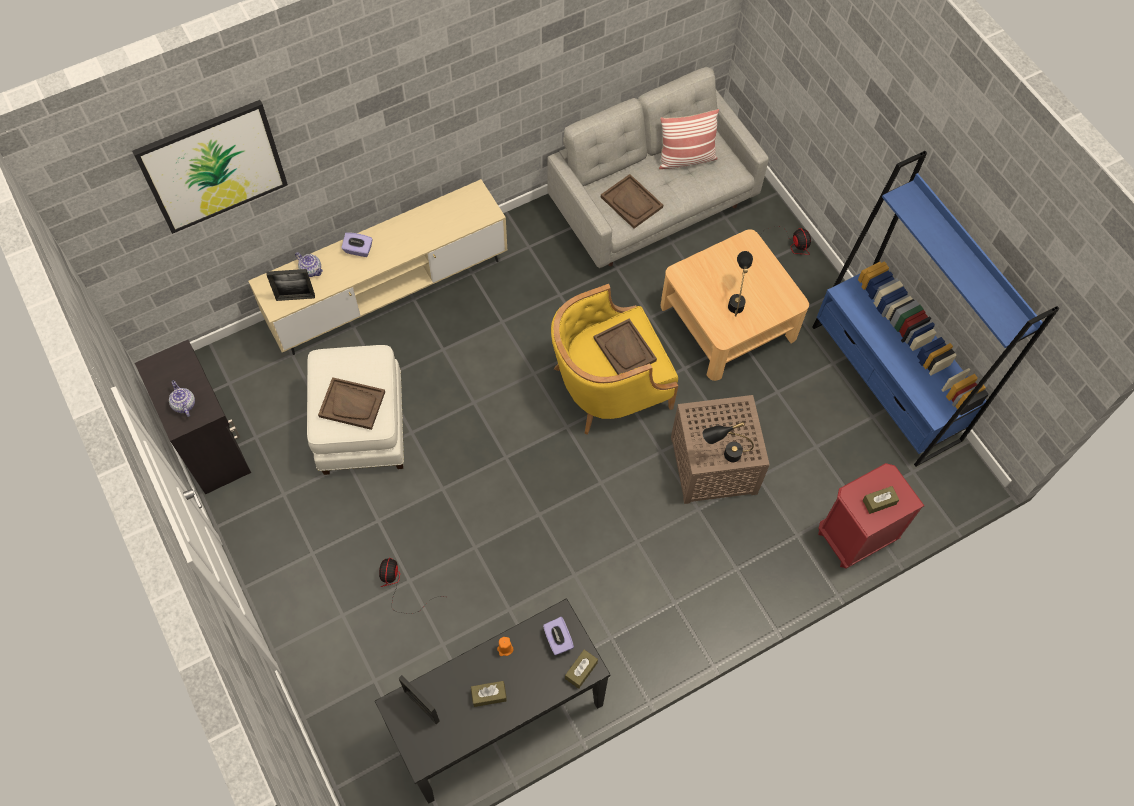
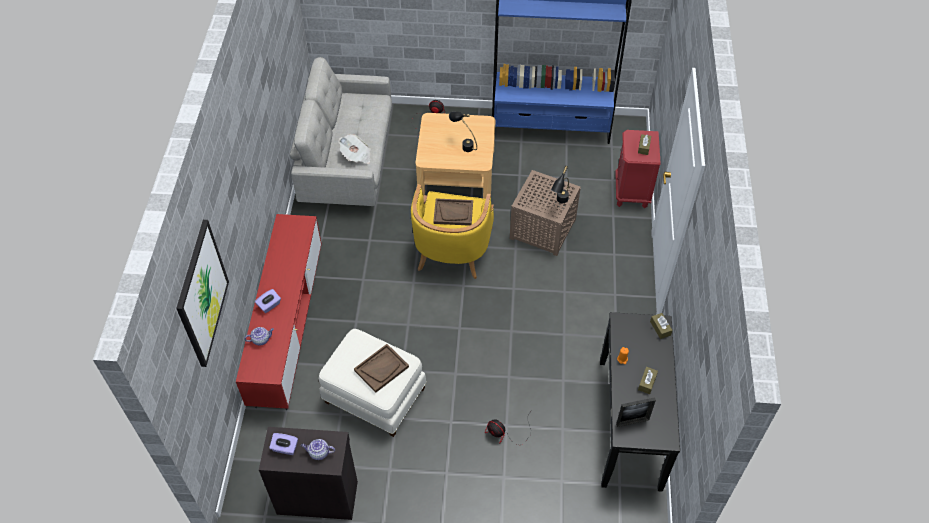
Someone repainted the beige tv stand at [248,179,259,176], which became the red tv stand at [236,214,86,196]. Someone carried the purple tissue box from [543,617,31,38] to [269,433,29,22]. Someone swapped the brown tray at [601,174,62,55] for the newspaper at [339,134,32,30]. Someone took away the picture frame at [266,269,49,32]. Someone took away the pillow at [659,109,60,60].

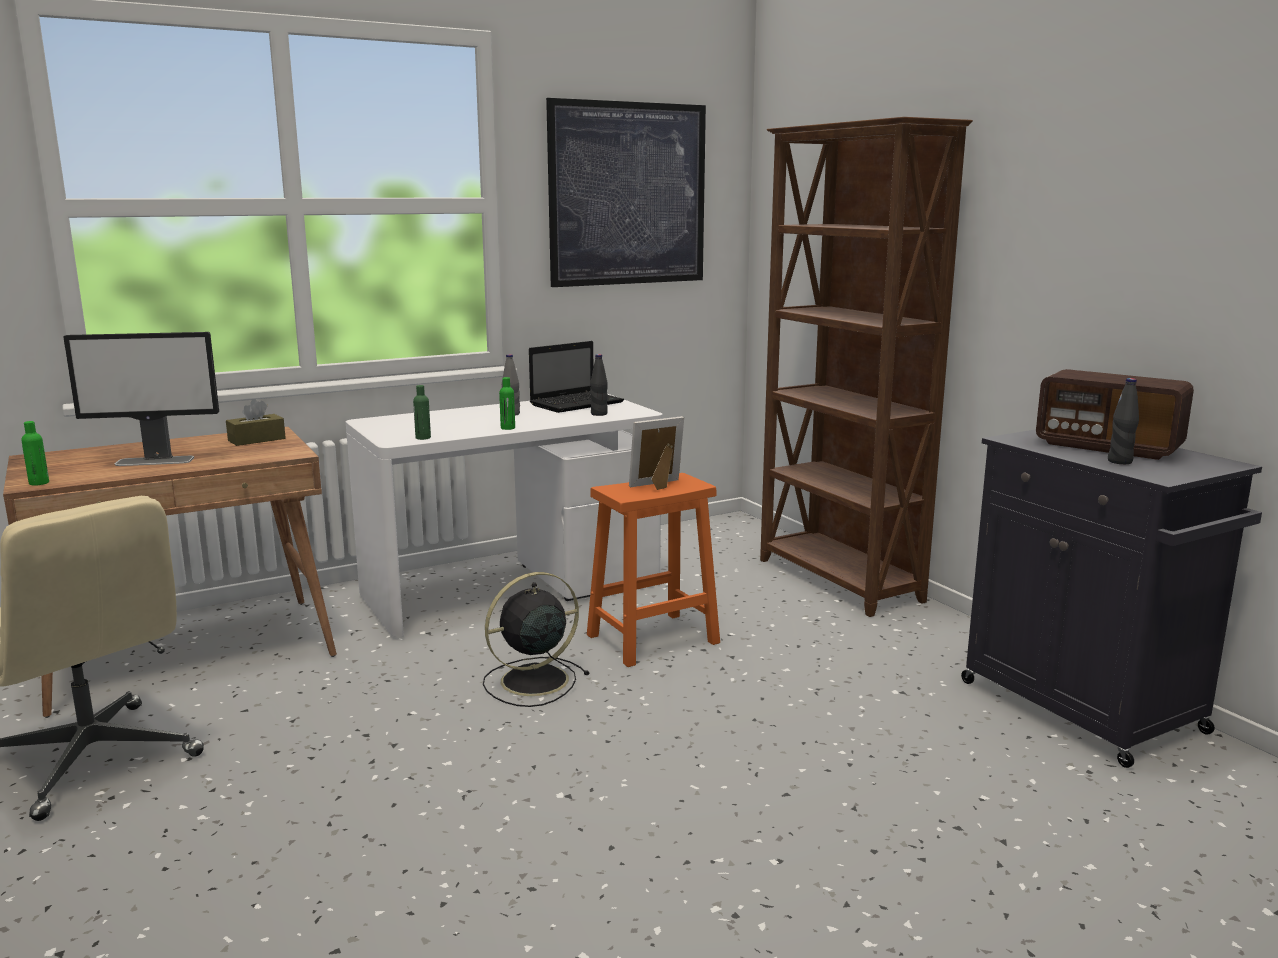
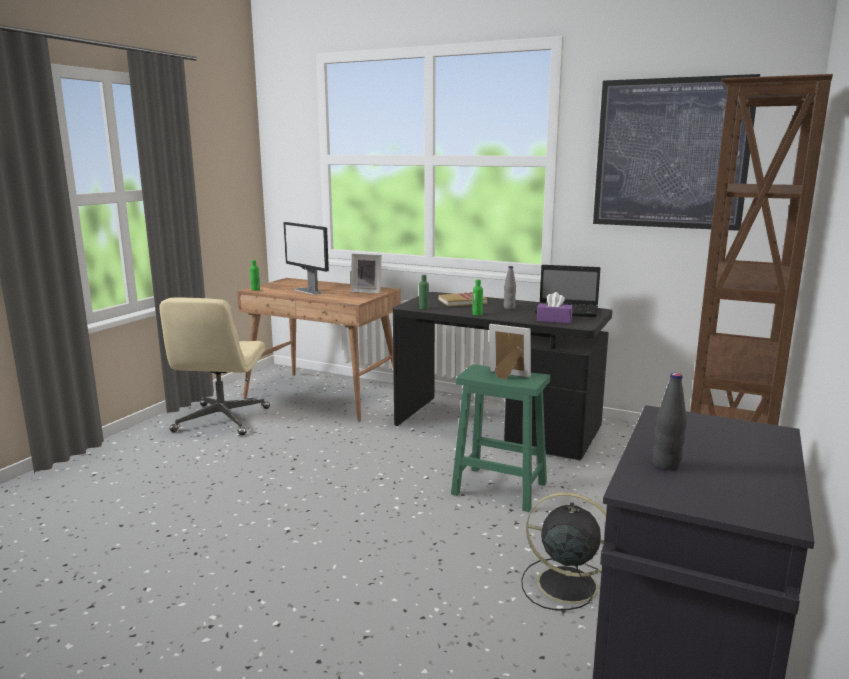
Someone swapped the brown tissue box at [226,399,60,47] for the picture frame at [351,254,31,40]. Someone repainted the white desk at [346,394,316,243], which became the black desk at [393,292,219,169]. Someone put down the book at [438,292,49,15]. Someone repainted the orange stool at [587,473,133,194], which became the green stool at [451,364,99,148]. Someone carried the black fan from [483,572,107,135] to [521,492,85,118]. Someone swapped the black bottle at [590,354,18,62] for the purple tissue box at [537,292,36,31]. Someone took away the radio at [1036,369,158,91].

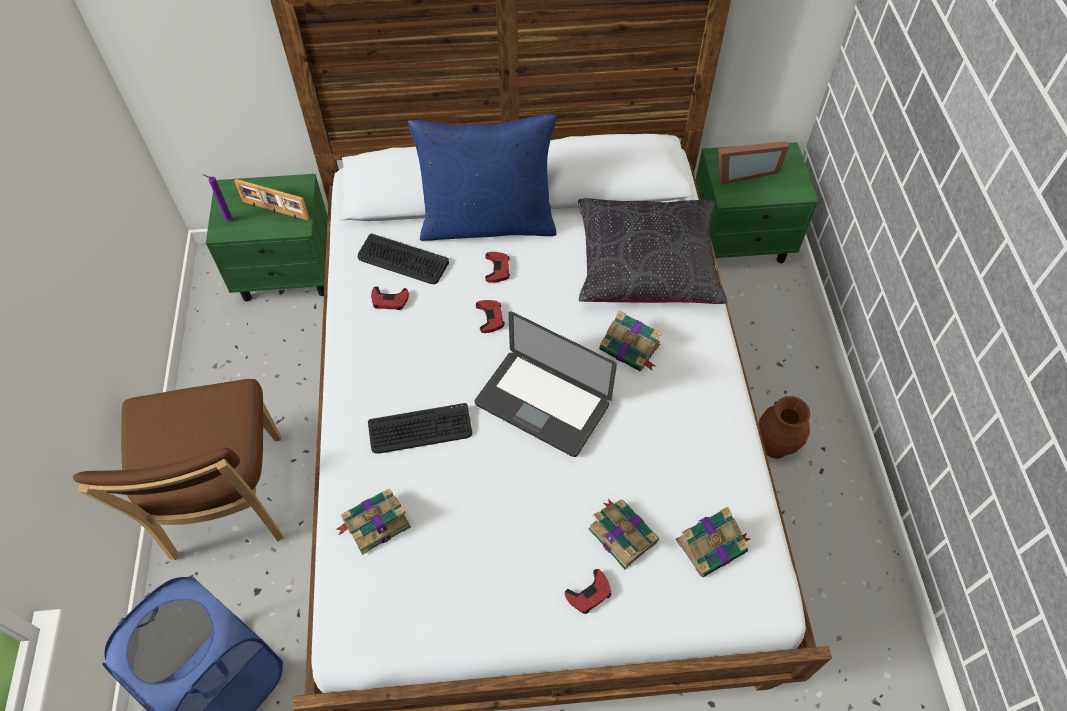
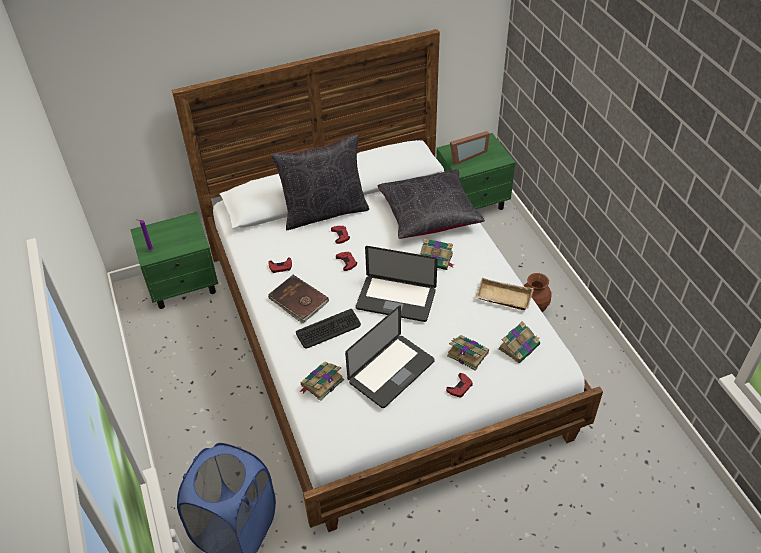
Someone put down the brown book at [268,275,61,48]. Someone repainted the blue pillow at [408,114,149,127], which became the black pillow at [271,135,98,95]. Someone put down the laptop at [345,305,90,103]. Someone put down the beige tray at [475,278,59,32]. Someone took away the brown chair at [73,379,211,181]. Someone took away the picture frame at [234,179,76,42]. Someone took away the keyboard at [358,234,91,50].

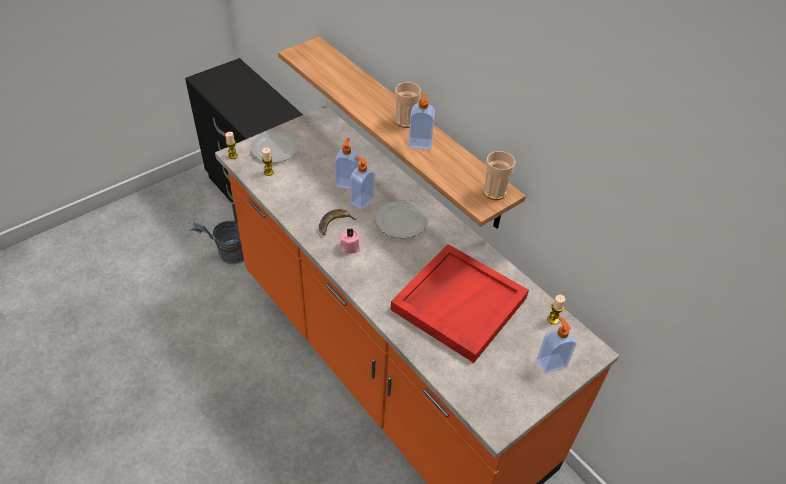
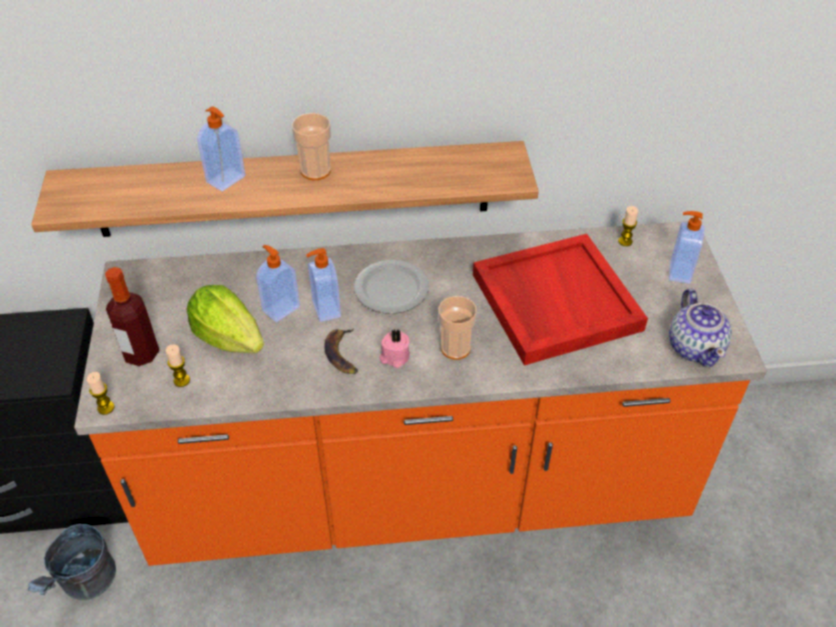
Someone swapped the plate at [251,132,48,31] for the bottle at [105,267,55,99]. Someone put down the lettuce at [187,285,77,68]. Someone carried the soap dispenser from [408,94,27,56] to [197,106,48,85]. Someone carried the cup from [484,151,31,49] to [438,296,39,64]. Someone put down the teapot at [669,289,63,78].

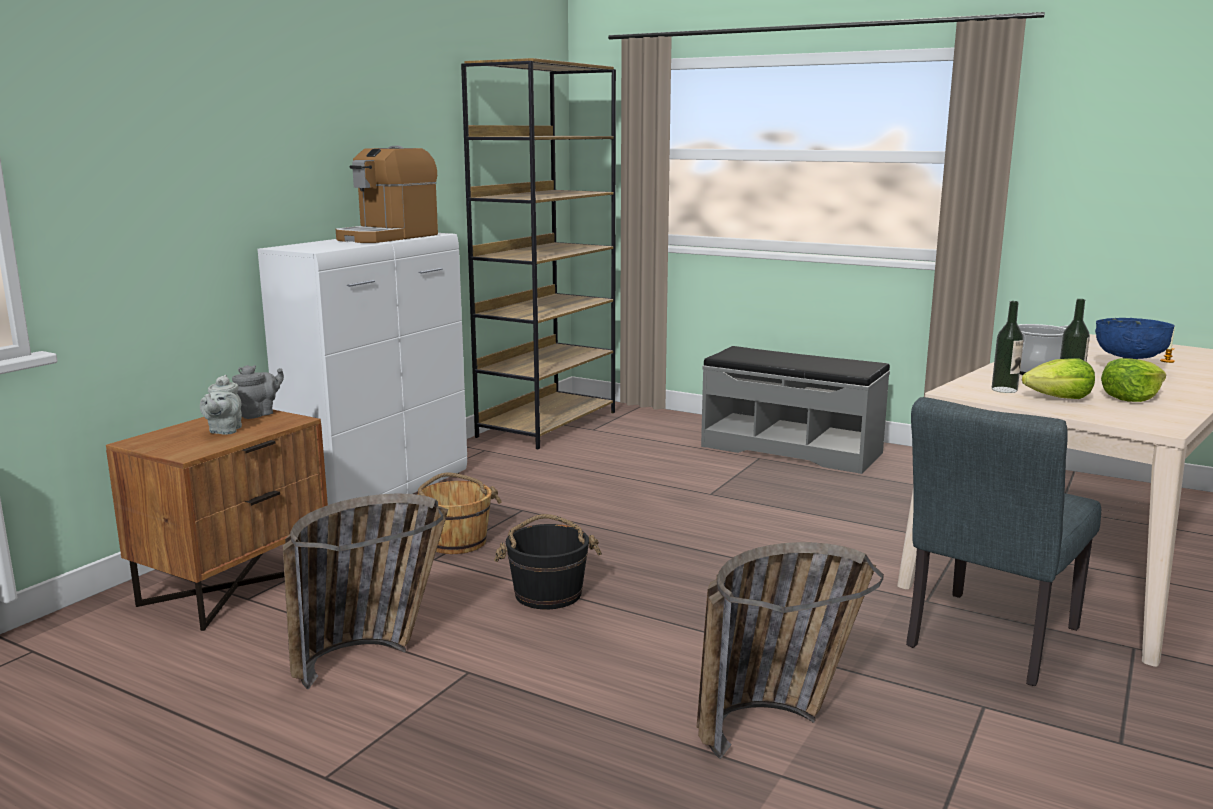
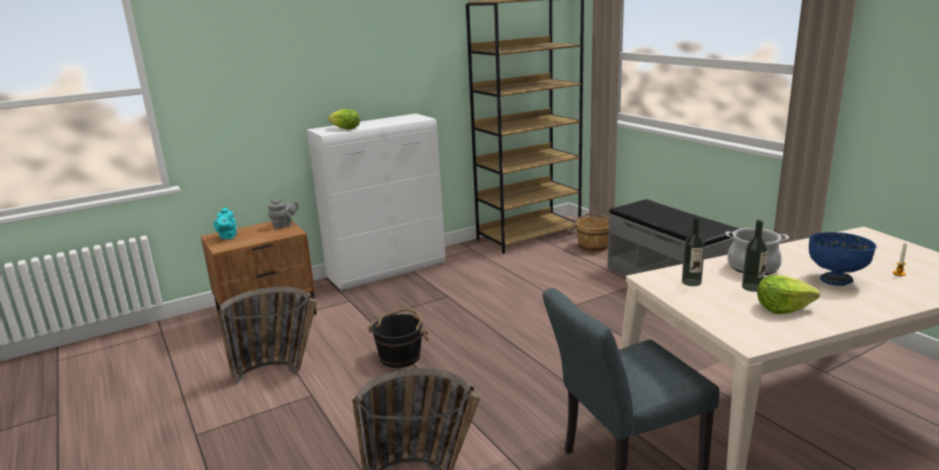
Someone put down the turquoise teapot at [213,207,24,33]. Someone carried the lettuce from [1022,358,73,41] to [328,109,32,21]. Someone carried the brown bucket from [417,473,85,81] to [570,212,39,40]. Someone took away the grey teapot at [200,375,42,60]. Someone took away the coffee machine at [336,146,102,97].

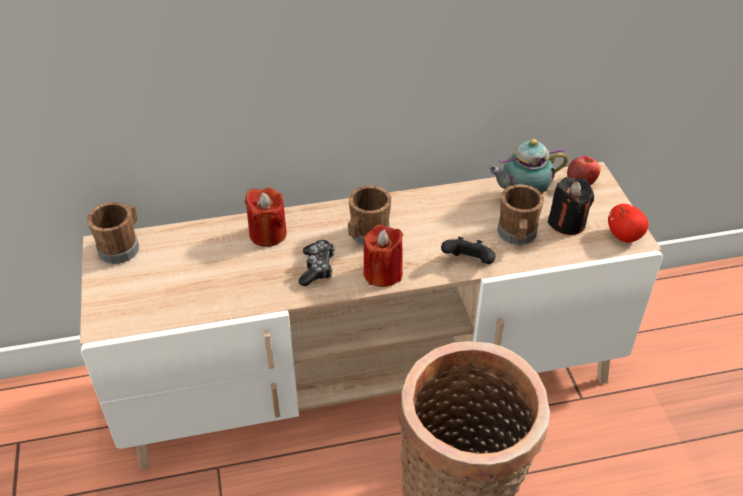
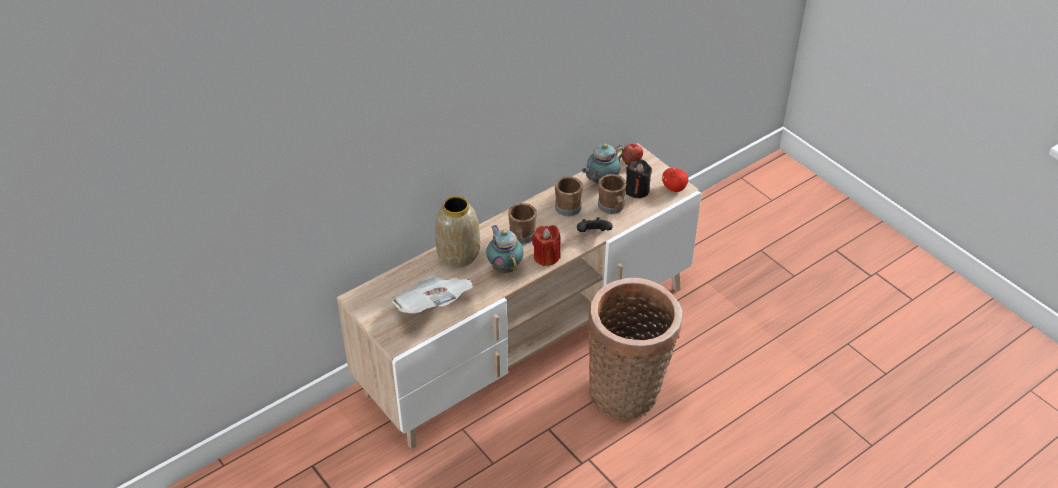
Someone put down the newspaper at [392,275,81,38]. Someone swapped the red candle at [245,188,42,59] for the vase at [435,196,45,72]. Someone swapped the game controller at [299,240,36,46] for the teapot at [486,225,38,48]. Someone carried the brown mug from [87,202,52,62] to [555,176,28,41].

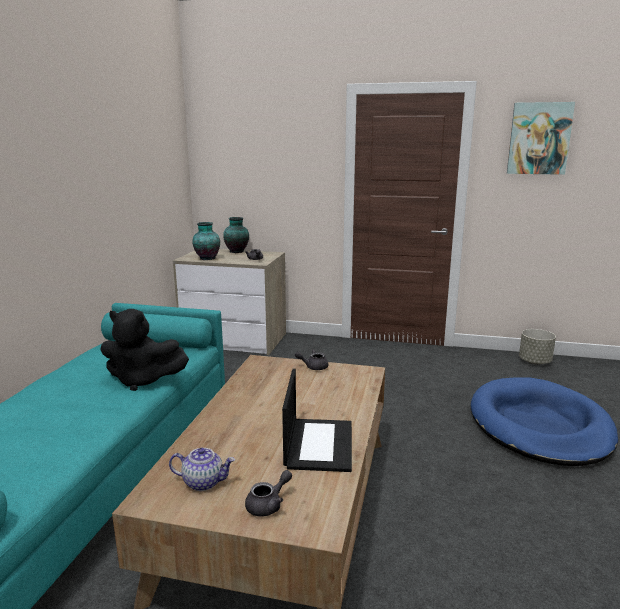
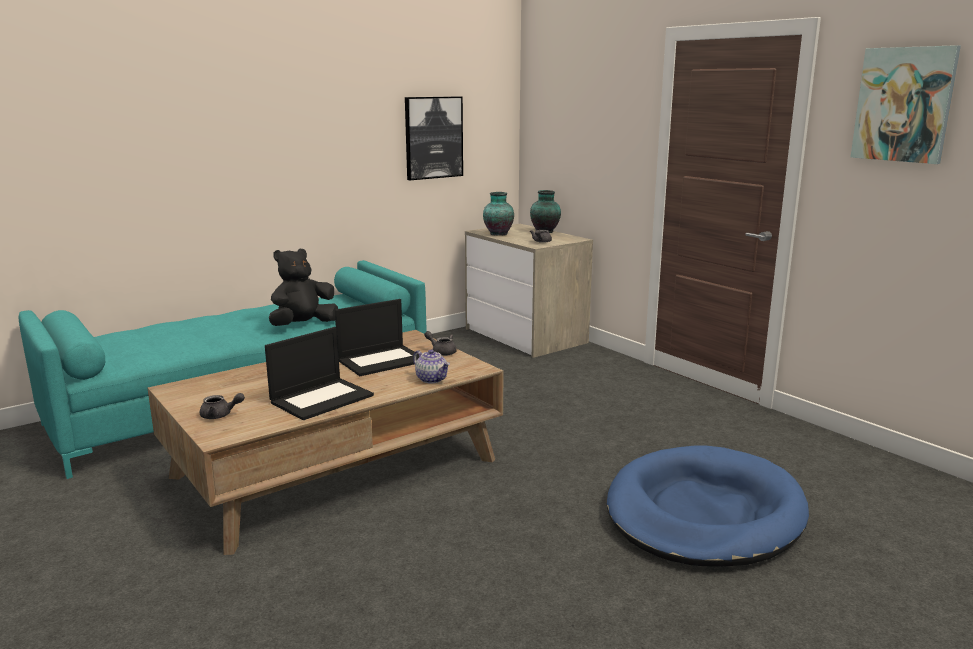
Someone rotated the black plush toy at [101,309,88,82] by 90 degrees clockwise. Someone put down the laptop at [335,299,84,77]. Someone put up the picture at [405,97,58,83]. Someone carried the teapot from [169,448,66,43] to [413,349,37,34]. Someone took away the grey planter at [519,329,37,36].

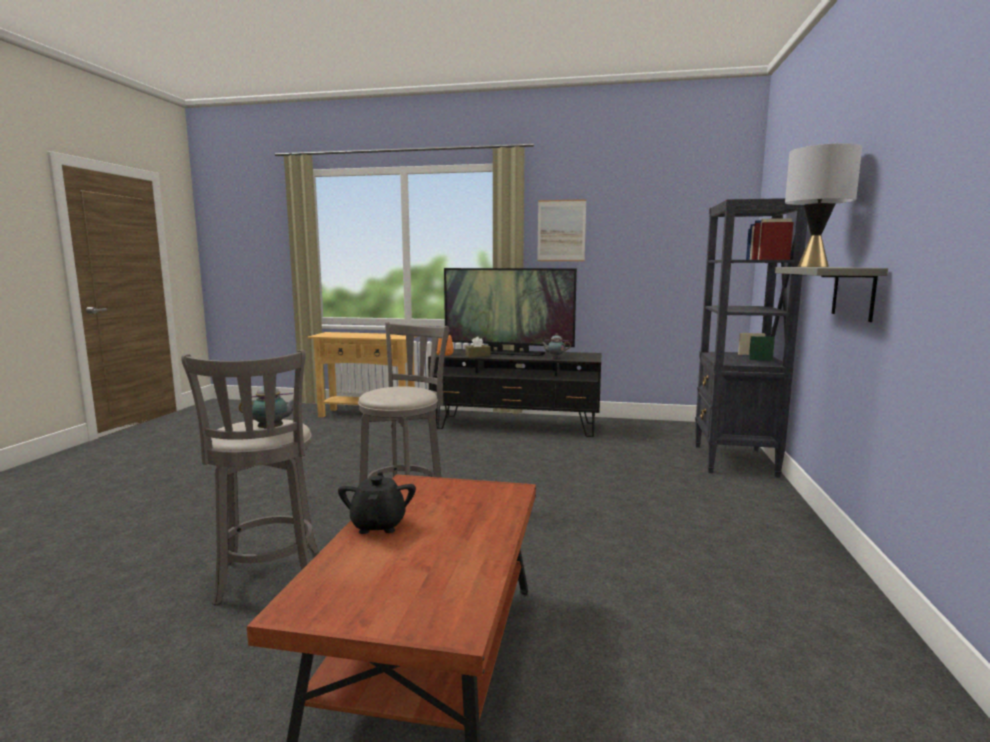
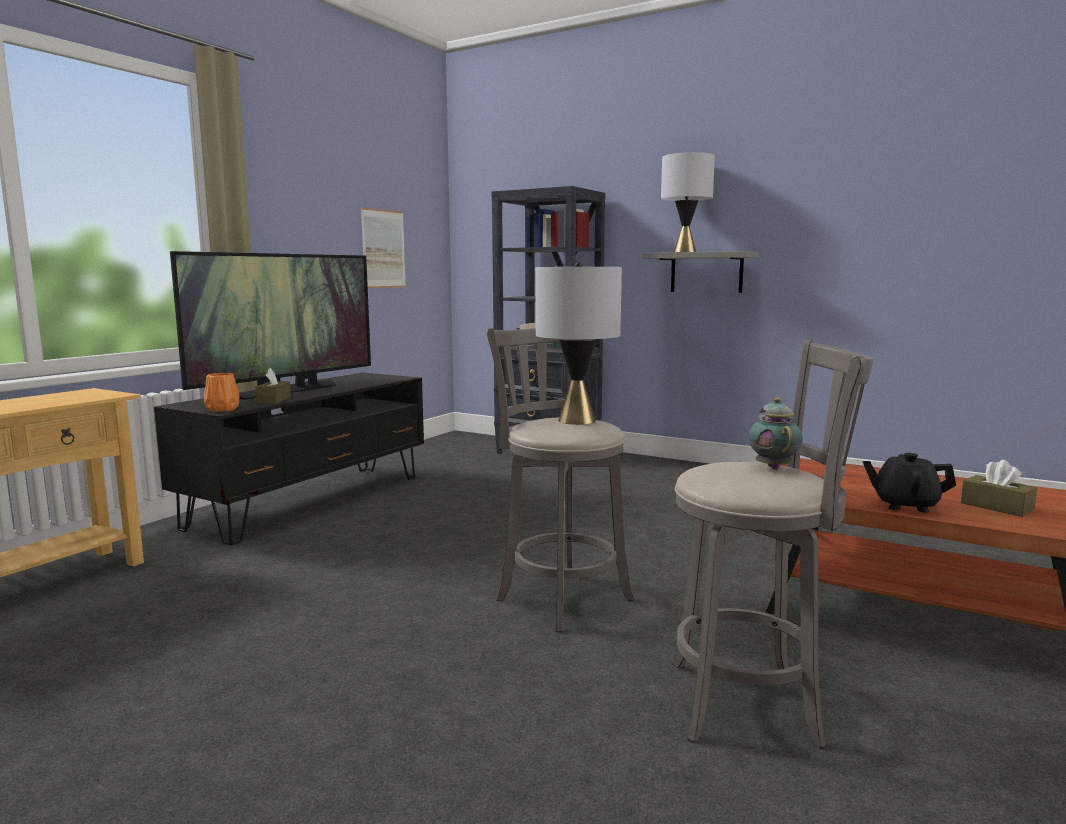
Someone carried the picture from [537,199,49,62] to [361,207,45,81]. Someone put down the grey table lamp at [535,262,87,163]. Someone put down the brown tissue box at [961,460,76,57]. Someone took away the teapot at [541,333,30,26].

